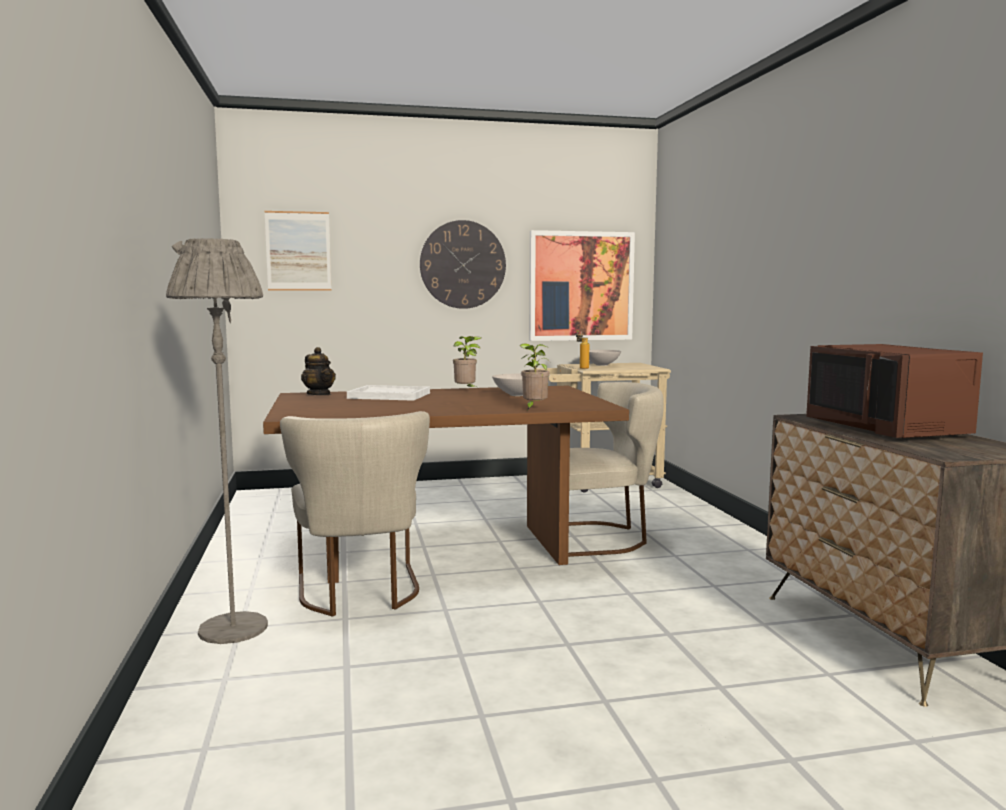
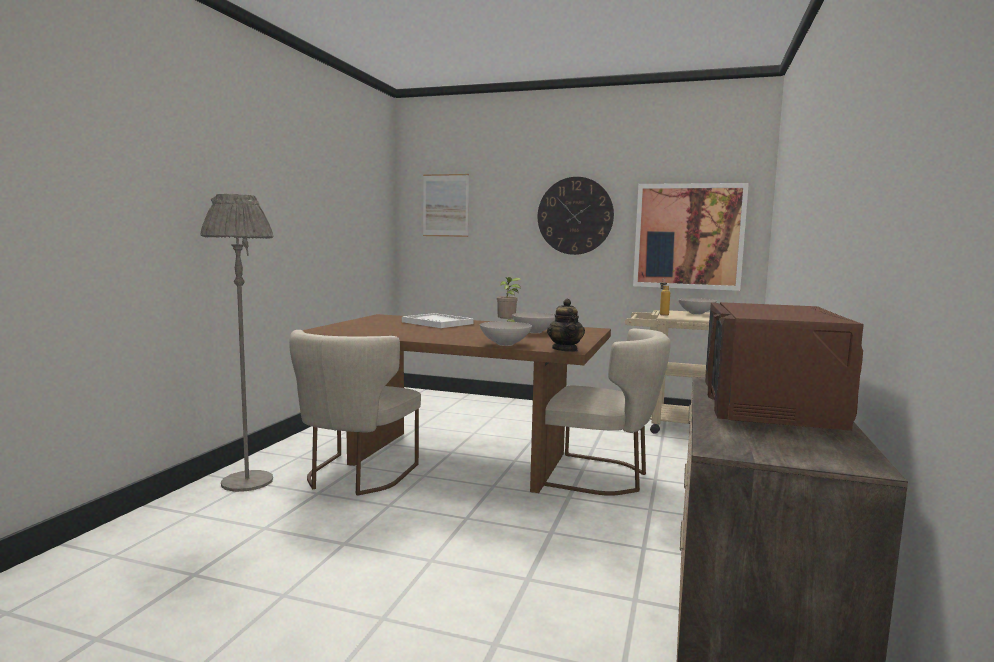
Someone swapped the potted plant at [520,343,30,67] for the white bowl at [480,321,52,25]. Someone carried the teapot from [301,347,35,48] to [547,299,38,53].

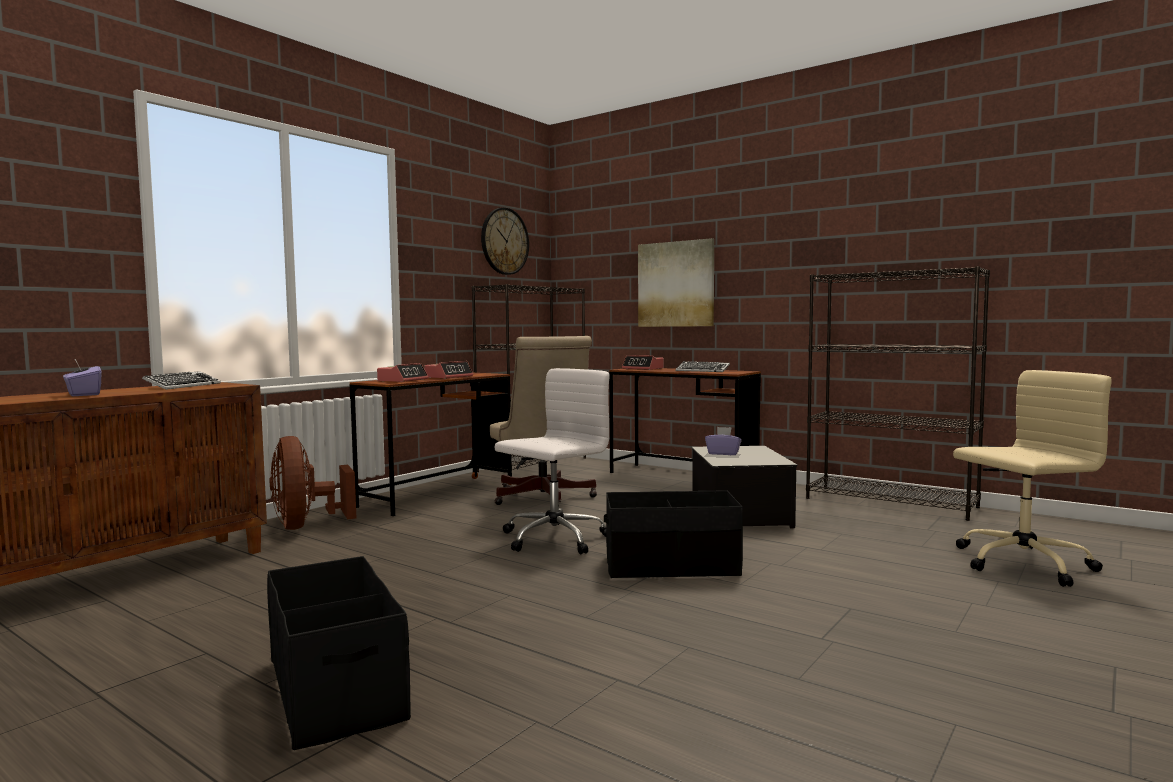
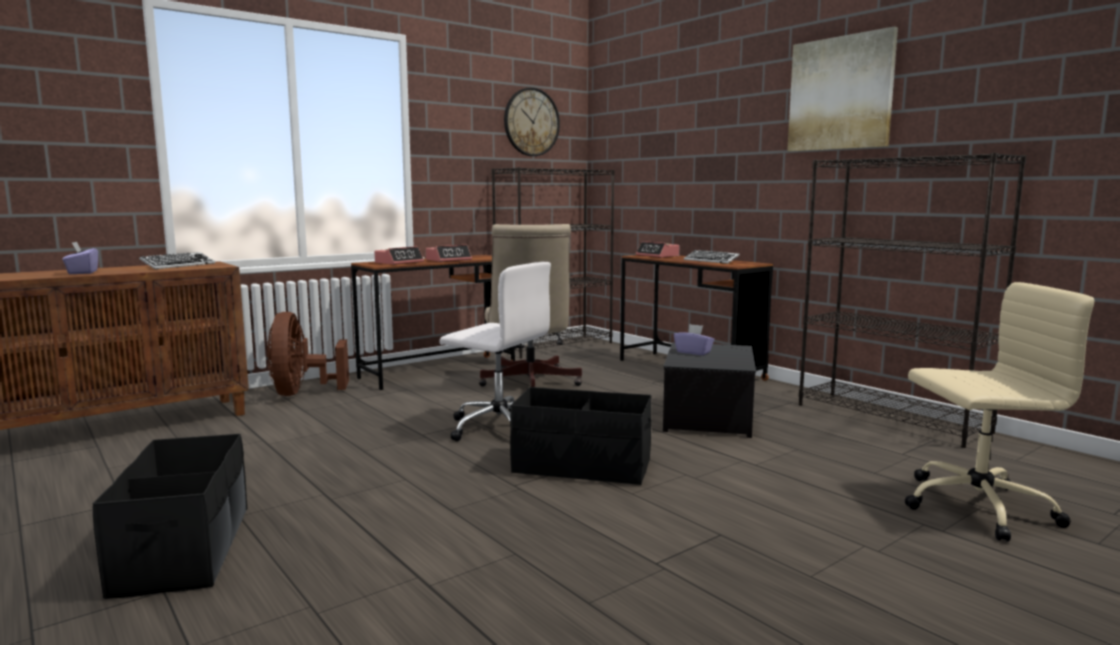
Someone rotated the white office chair at [495,368,115,186] by 60 degrees clockwise. Someone carried the picture from [638,238,76,89] to [787,26,111,125].

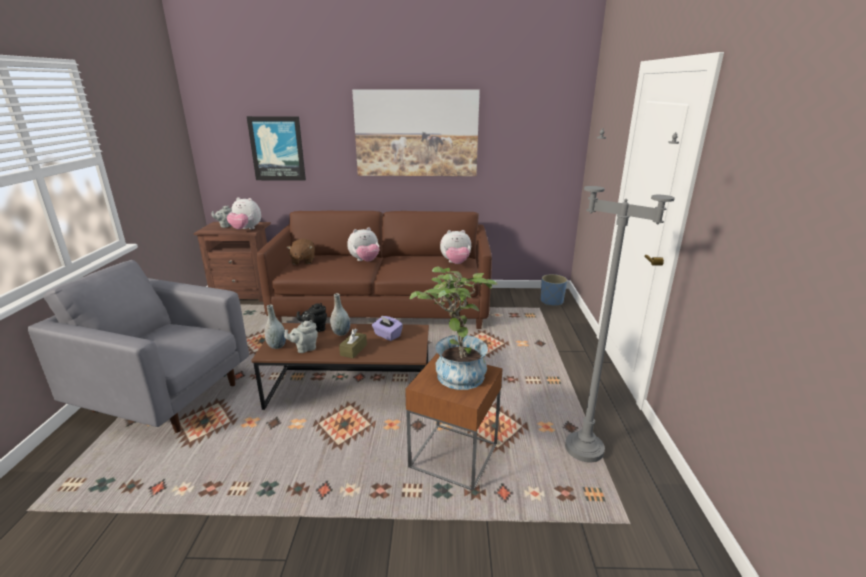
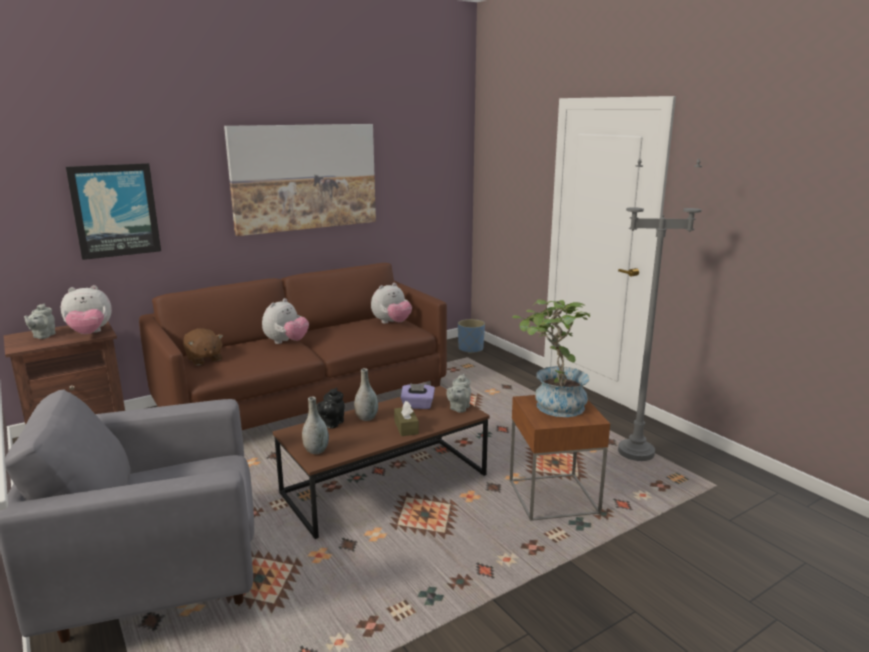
Someone carried the grey teapot from [284,320,34,33] to [446,374,25,39].

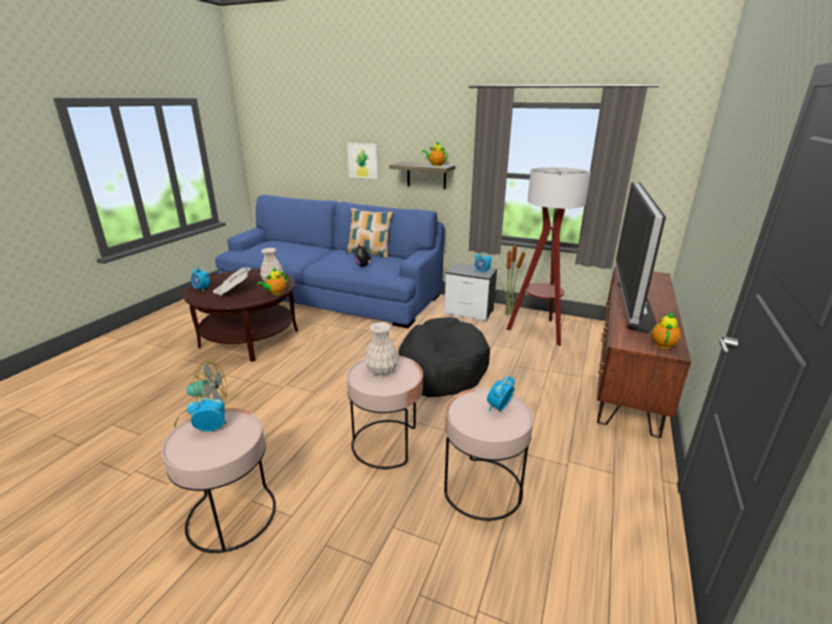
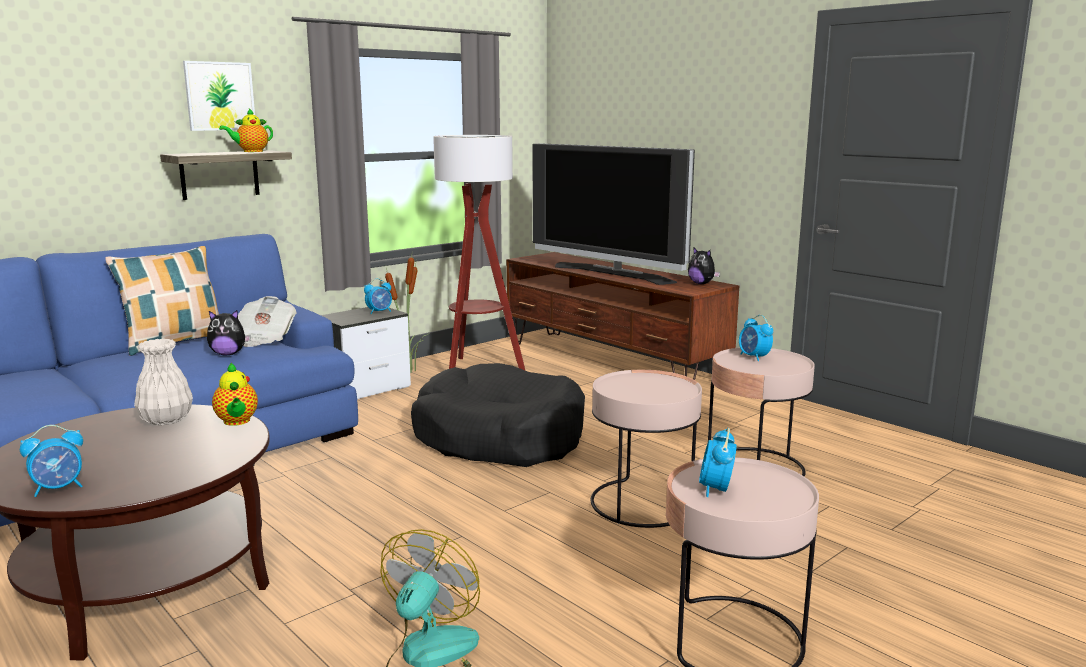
Someone carried the picture from [347,143,32,36] to [183,61,72,70]. Someone carried the newspaper from [213,267,38,29] to [238,296,58,51]. Someone swapped the teapot at [652,312,29,37] for the plush toy at [688,247,32,37]. Someone took away the white vase at [365,322,33,54].

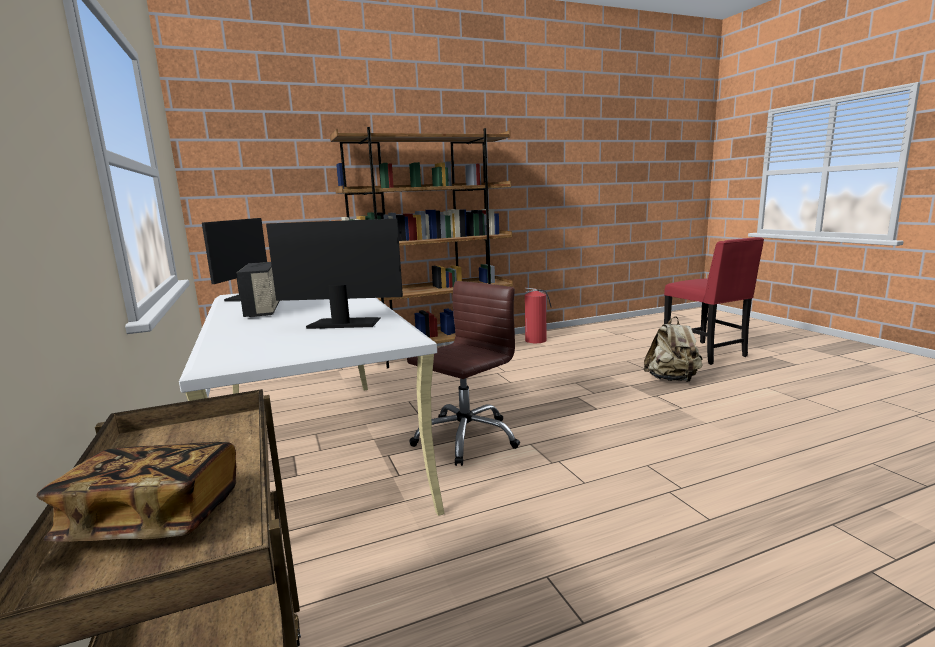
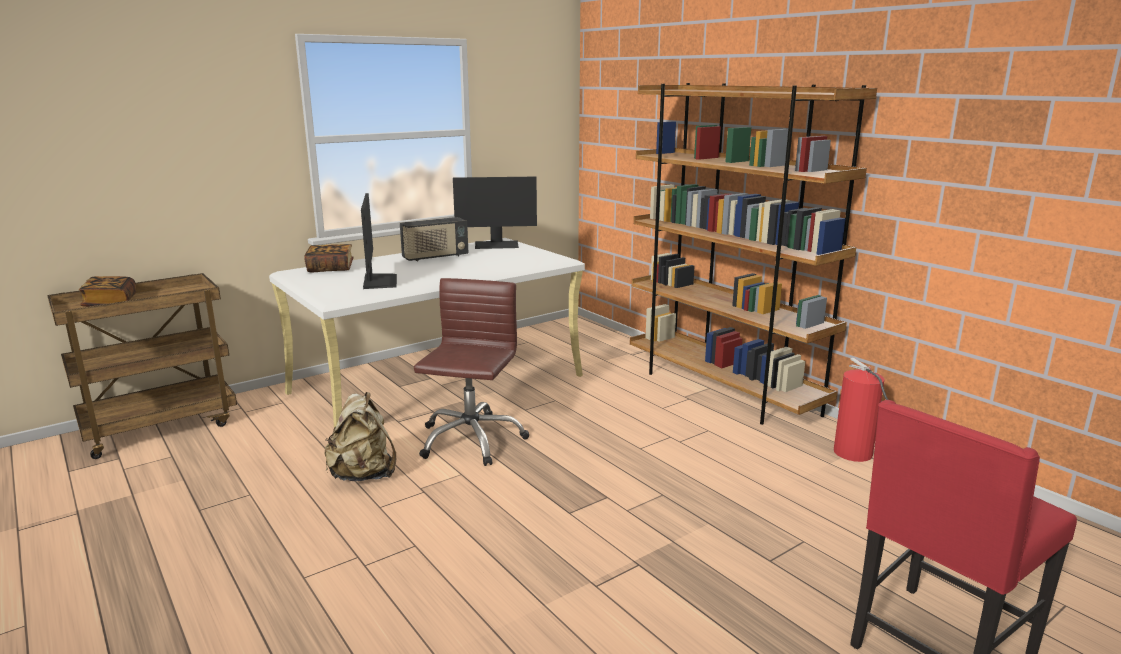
Someone put down the book at [304,244,50,28]. Someone carried the beige backpack from [644,316,59,66] to [324,392,72,89]. Someone rotated the brown office chair at [407,281,113,185] by 105 degrees counterclockwise.

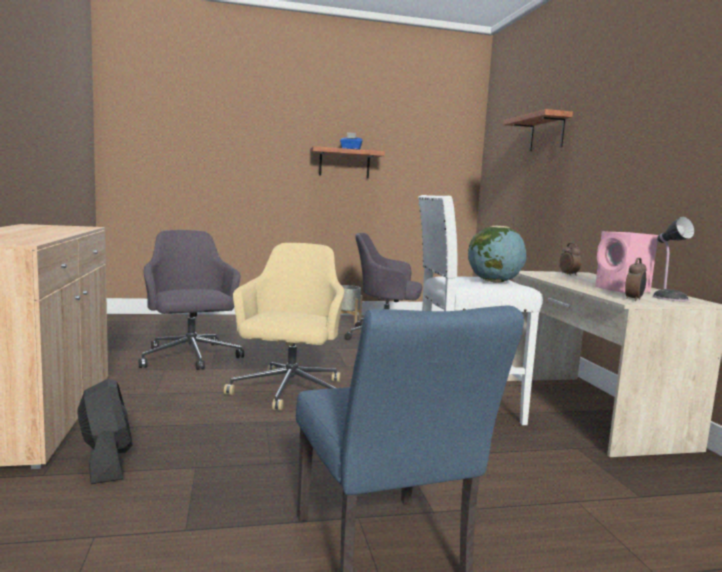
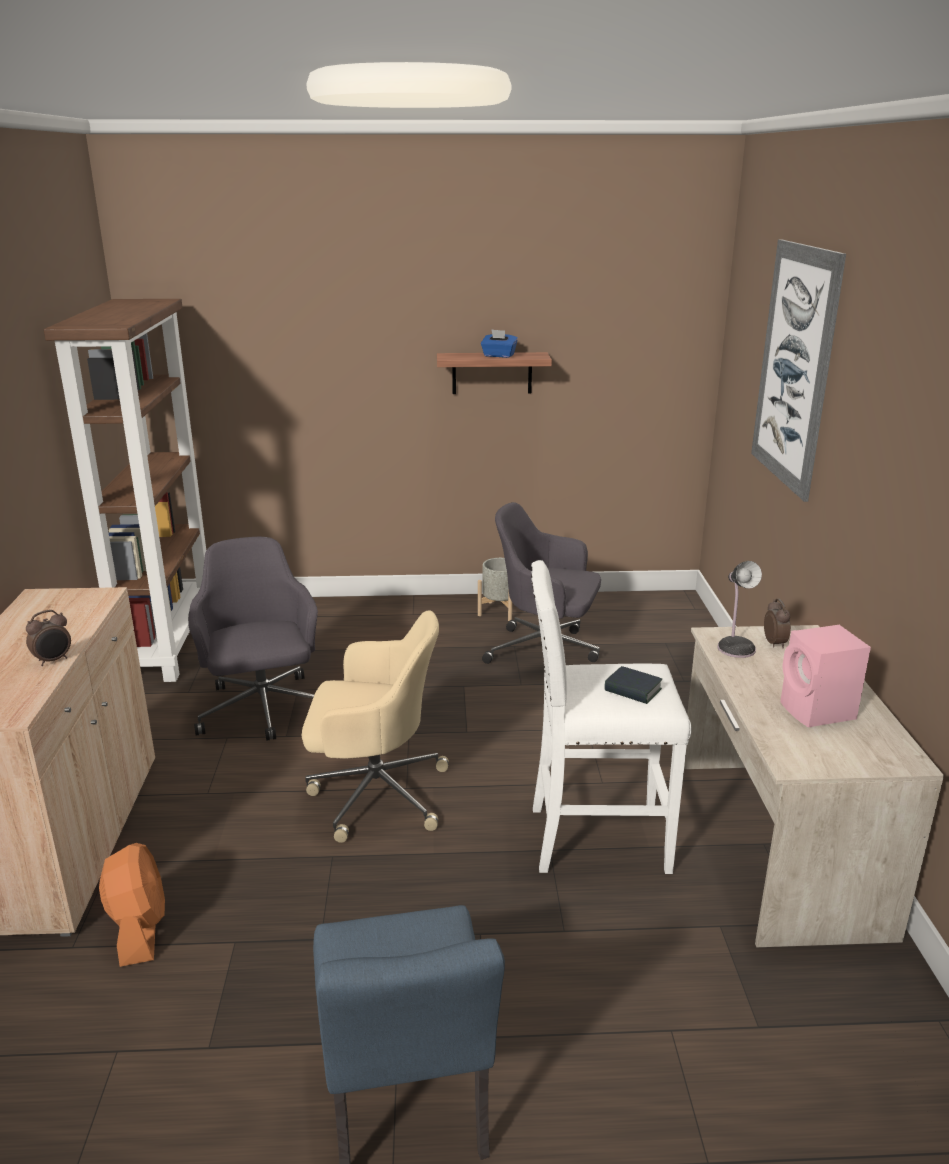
Someone carried the alarm clock from [625,258,21,43] to [26,610,45,56]. Someone put down the brown bookcase at [44,299,162,383]. Someone repainted the black fan at [77,379,56,105], which became the orange fan at [99,843,66,124]. Someone rotated the beige office chair at [224,243,120,168] by 75 degrees clockwise. Someone swapped the globe at [468,226,58,57] for the book at [604,666,58,38]. Someone carried the table lamp from [653,217,41,84] to [717,561,45,97]. Someone swapped the shelf at [503,109,70,42] for the picture at [751,239,95,263].

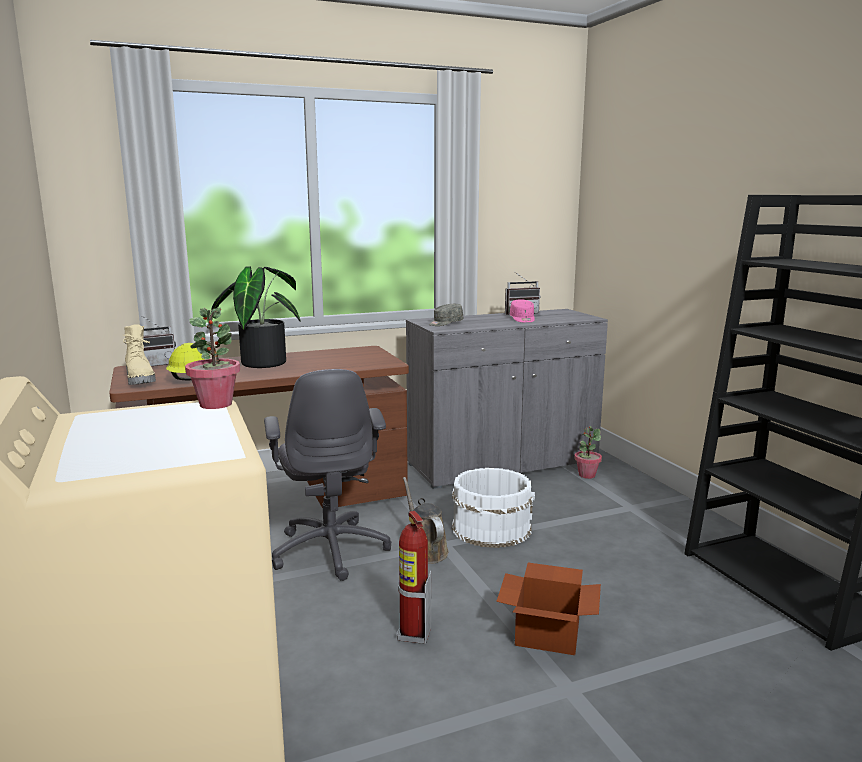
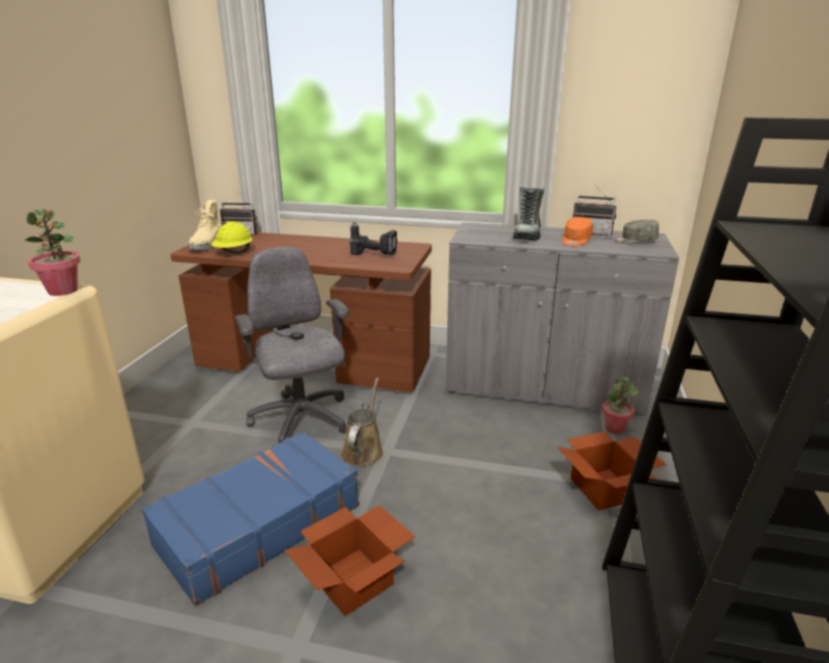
Someone swapped the fire extinguisher at [396,511,35,133] for the blue suitcase at [142,431,217,175]. Someone rotated the grey office chair at [264,369,127,212] by 135 degrees clockwise. Someone put down the power drill at [349,222,49,33]. Someone put down the boot at [513,187,31,54]. Someone put down the cardboard box at [557,432,110,78]. Someone repainted the pink cap at [510,299,25,23], which became the orange cap at [563,217,30,29]. Someone carried the grey cap from [429,304,34,22] to [614,220,45,24]. Someone took away the potted plant at [210,267,91,101]. Someone took away the white bucket at [452,468,83,80].

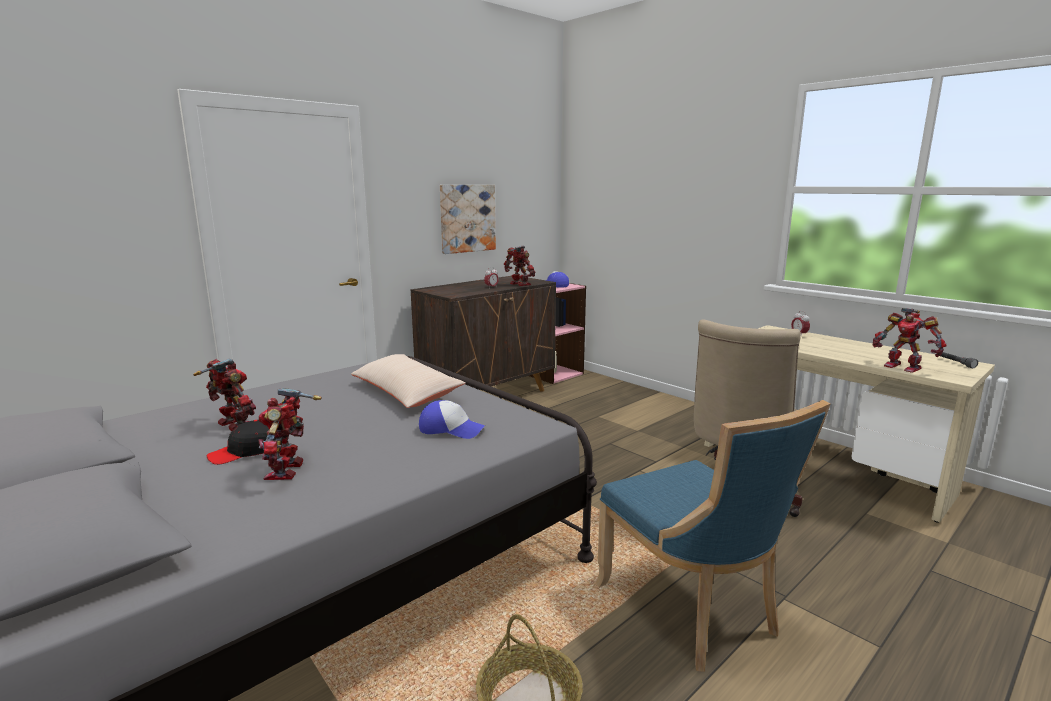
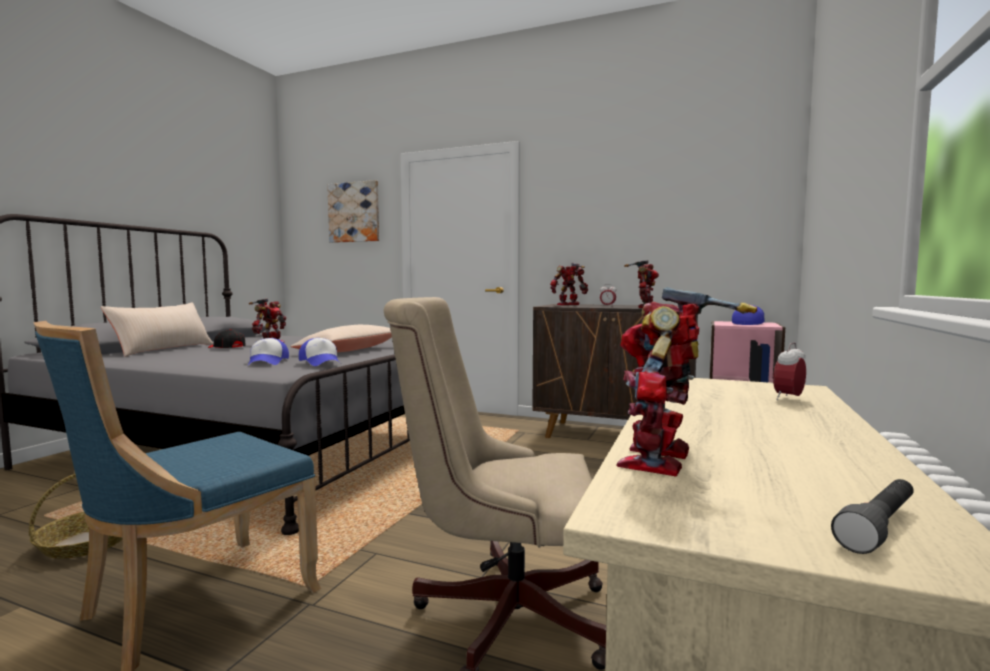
Someone put down the beige pillow at [101,303,112,54]. Someone put down the cap at [299,338,40,28]. Someone carried the picture from [440,185,56,69] to [327,180,52,63]. Someone carried the toy robot from [258,388,64,92] to [550,263,38,42].

